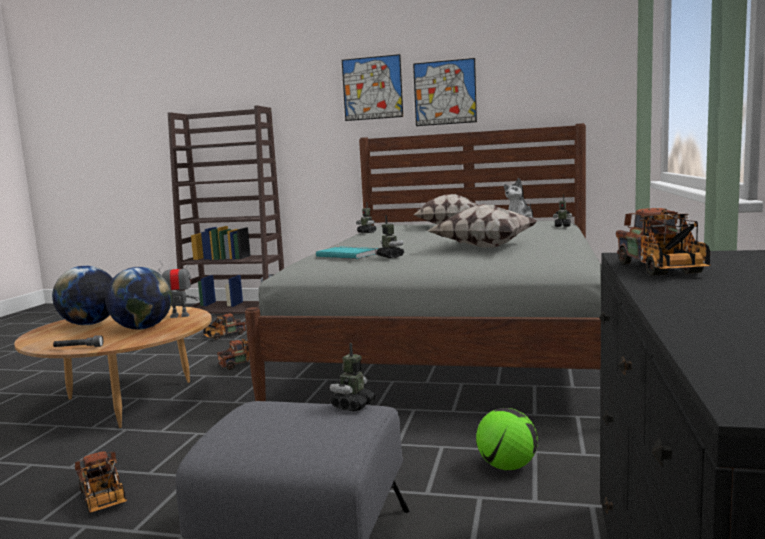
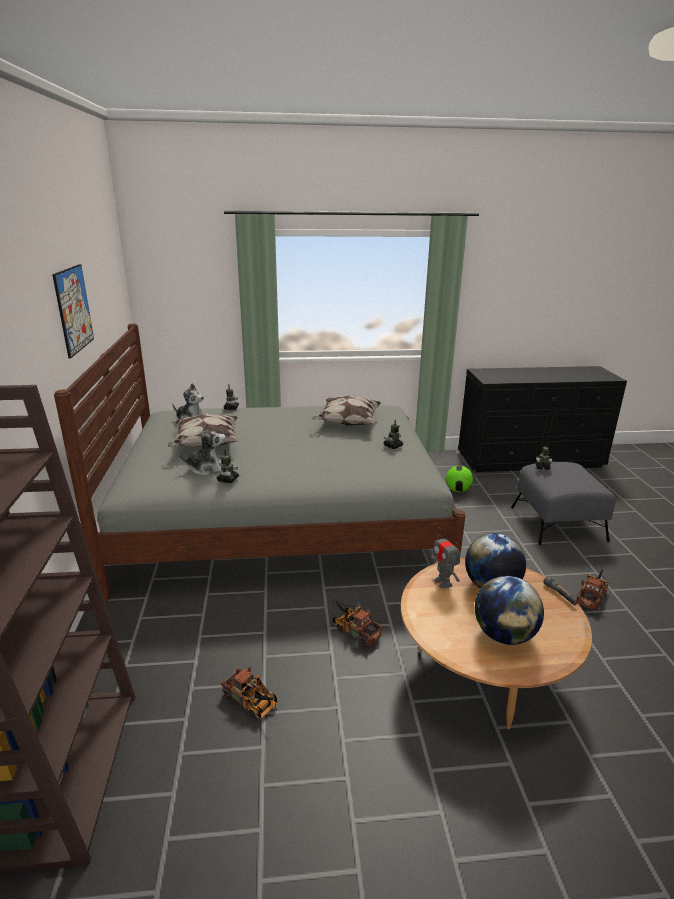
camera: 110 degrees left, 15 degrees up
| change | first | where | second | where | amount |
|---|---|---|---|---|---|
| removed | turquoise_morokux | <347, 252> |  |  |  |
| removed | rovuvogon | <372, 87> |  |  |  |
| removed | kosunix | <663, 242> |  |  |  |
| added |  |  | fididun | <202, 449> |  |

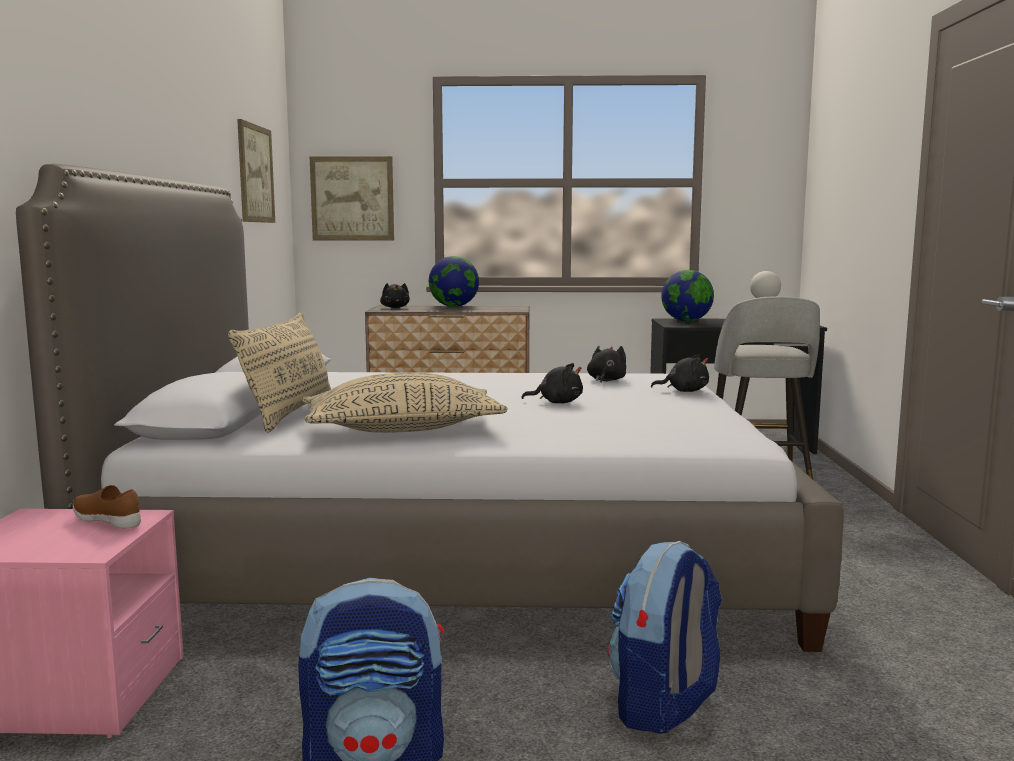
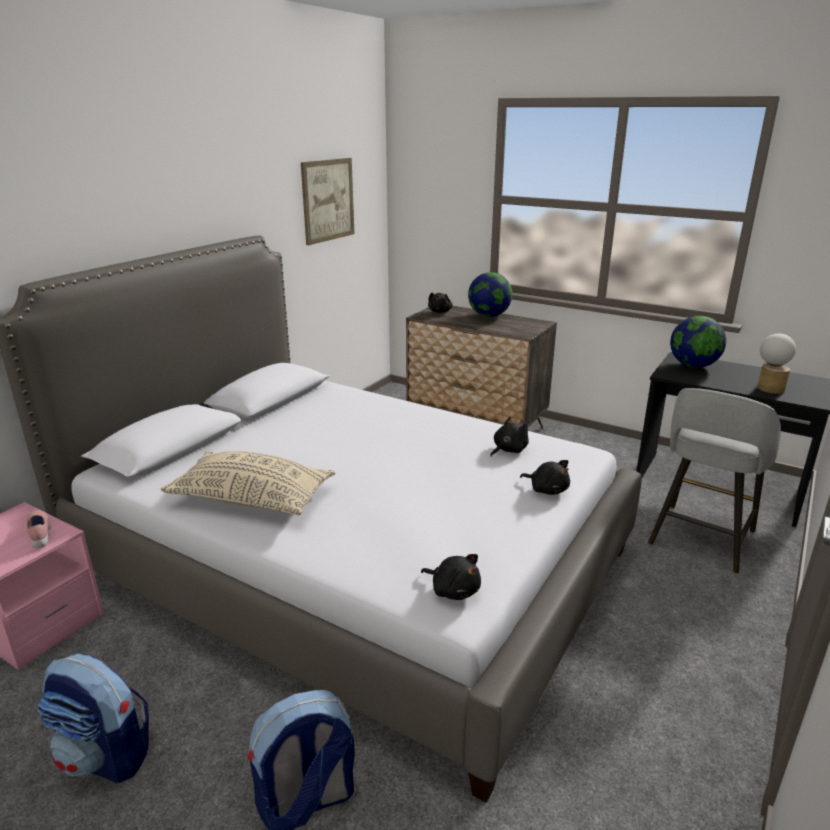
camera: 30 degrees right, 15 degrees up
| change | first | where | second | where | amount |
|---|---|---|---|---|---|
| removed | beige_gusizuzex | <279, 372> |  |  |  |
| removed | rovuvogon | <352, 198> |  |  |  |
| moved | black_fididun | <552, 383> |  | <451, 577> |  |
| recoloured | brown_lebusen | <107, 506> | pink_lebusen | <39, 529> |  |

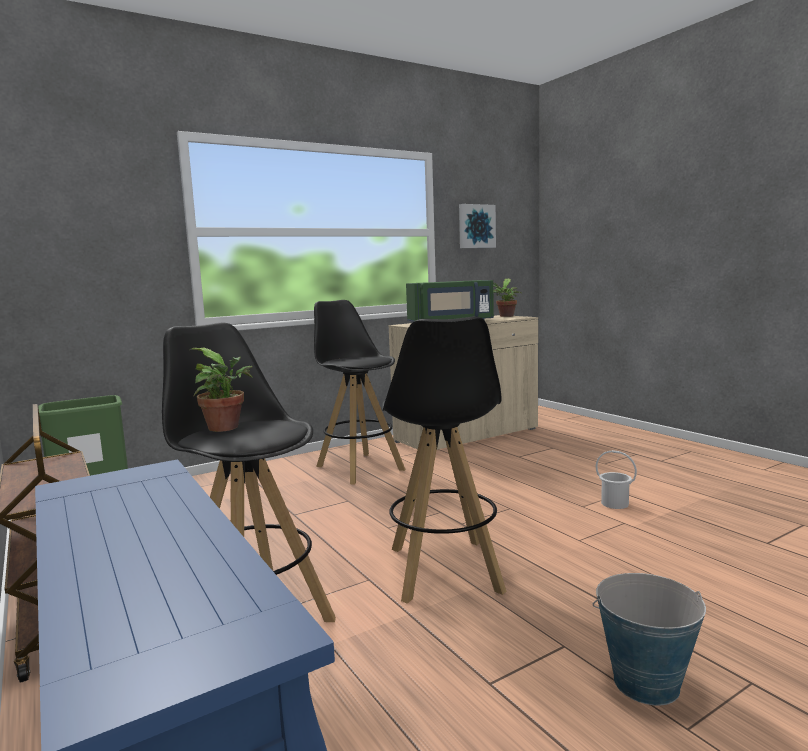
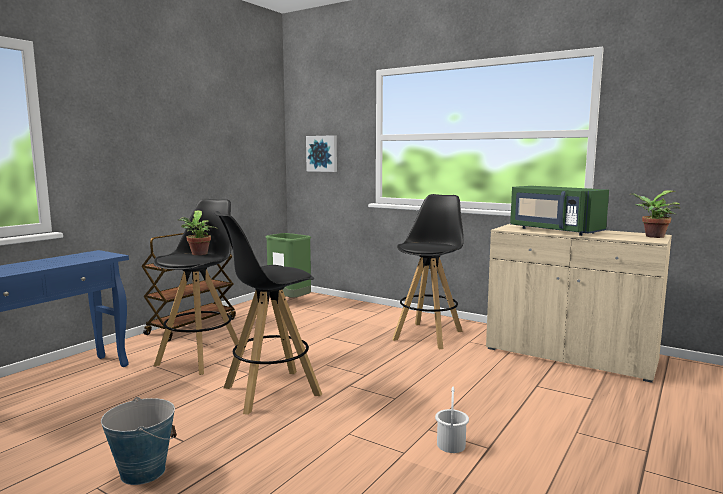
camera: 65 degrees right, 0 degrees up
| change | first | where | second | where | amount |
|---|---|---|---|---|---|
| moved | rovuvogon | <477, 226> |  | <321, 153> |  |

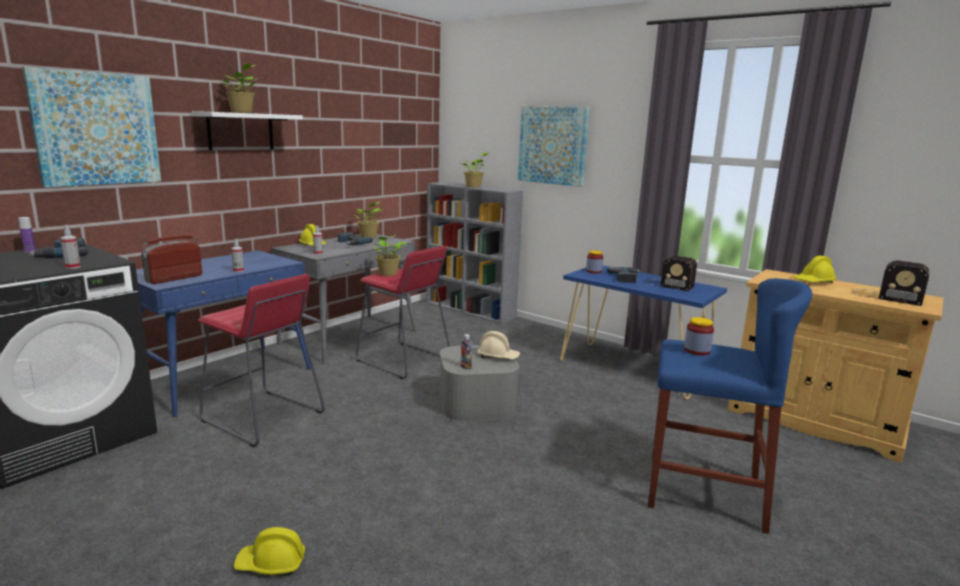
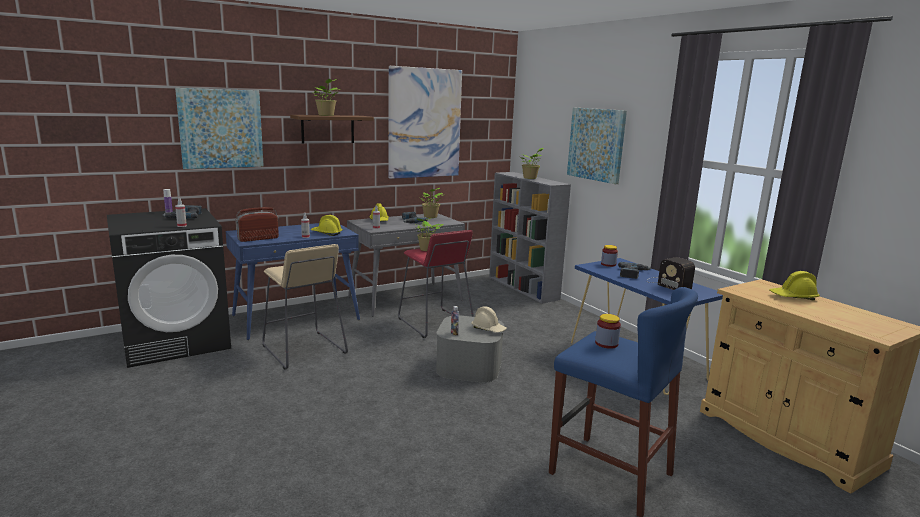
camera: 20 degrees right, 0 degrees up
| change | first | where | second | where | amount |
|---|---|---|---|---|---|
| removed | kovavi | <892, 283> |  |  |  |
| added |  |  | rovuvogon | <425, 122> |  |
| moved | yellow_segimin | <269, 551> |  | <326, 225> |  |
| recoloured | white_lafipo | <247, 130> | brown_lafipo | <332, 129> |  |
| recoloured | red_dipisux | <261, 360> | beige_dipisux | <305, 307> |  |

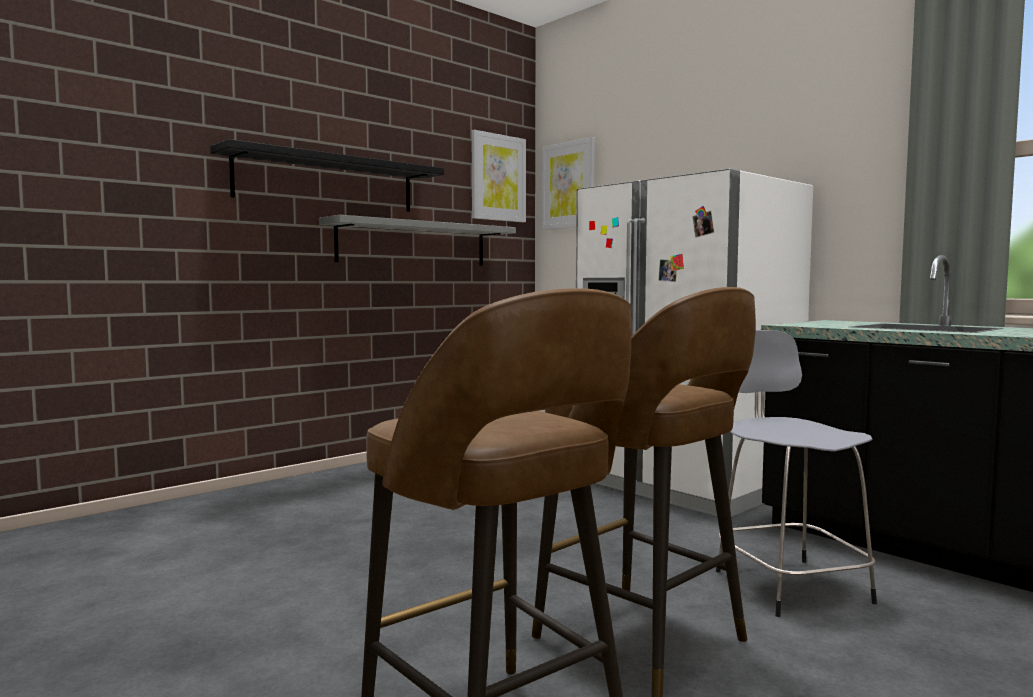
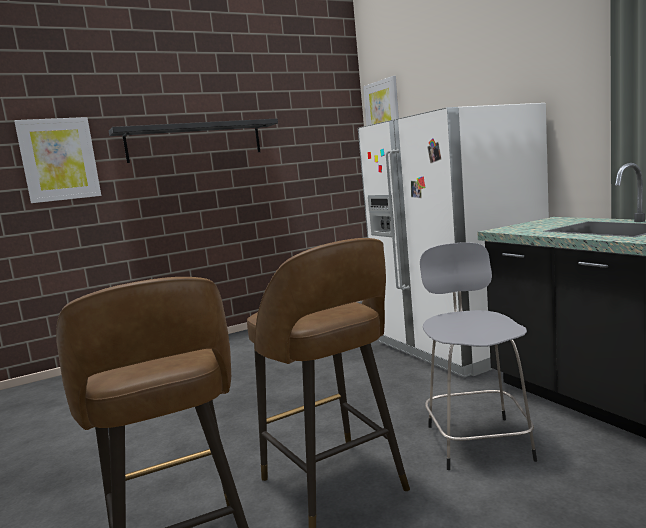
camera: 15 degrees right, 5 degrees up
| change | first | where | second | where | amount |
|---|---|---|---|---|---|
| removed | grey_lafipo | <417, 240> |  |  |  |
| moved | rovuvogon | <499, 176> |  | <57, 160> |  |

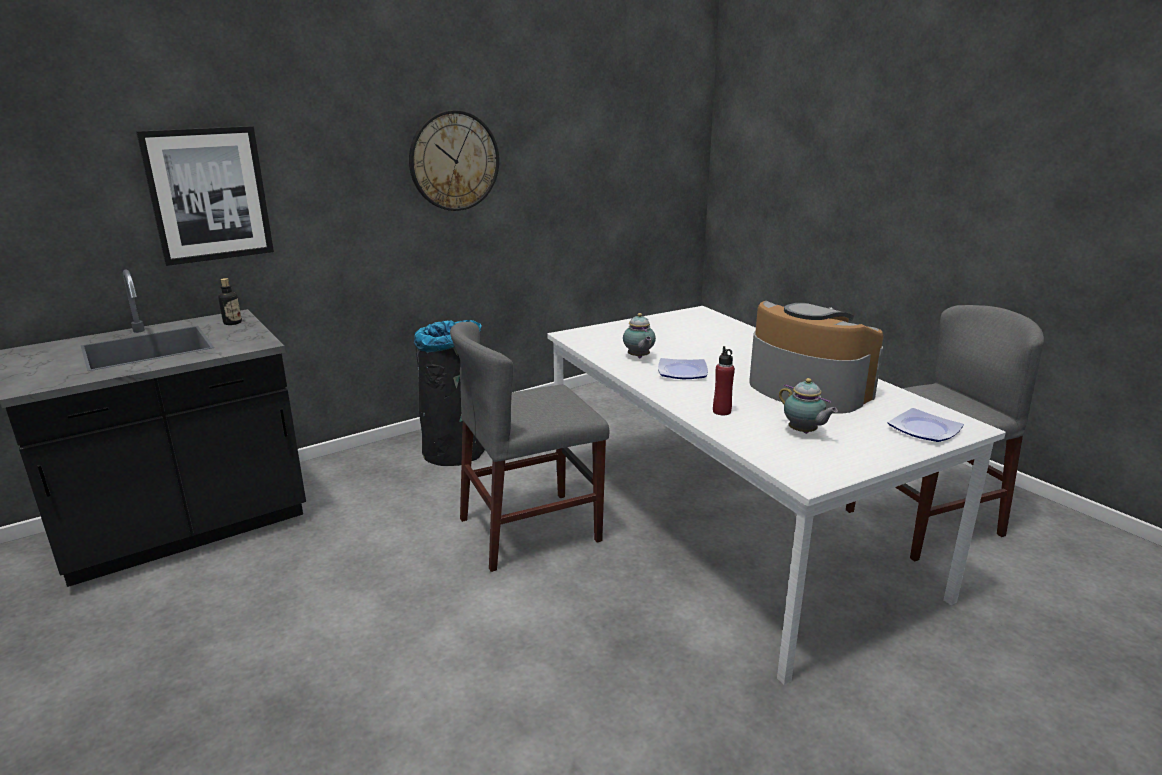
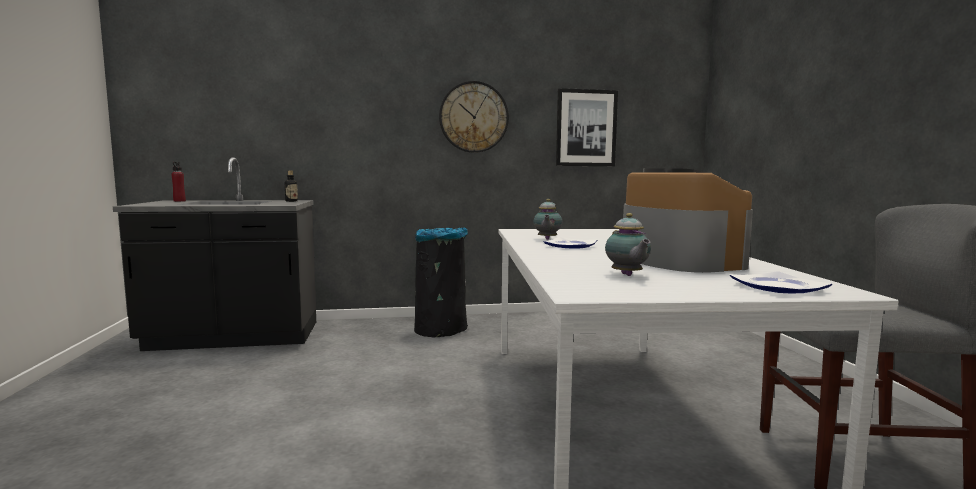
camera: 25 degrees right, 15 degrees down
| change | first | where | second | where | amount |
|---|---|---|---|---|---|
| removed | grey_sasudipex | <529, 447> |  |  |  |
| moved | rovuvogon | <205, 196> |  | <587, 127> |  |
| moved | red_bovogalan | <724, 380> |  | <178, 182> |  |

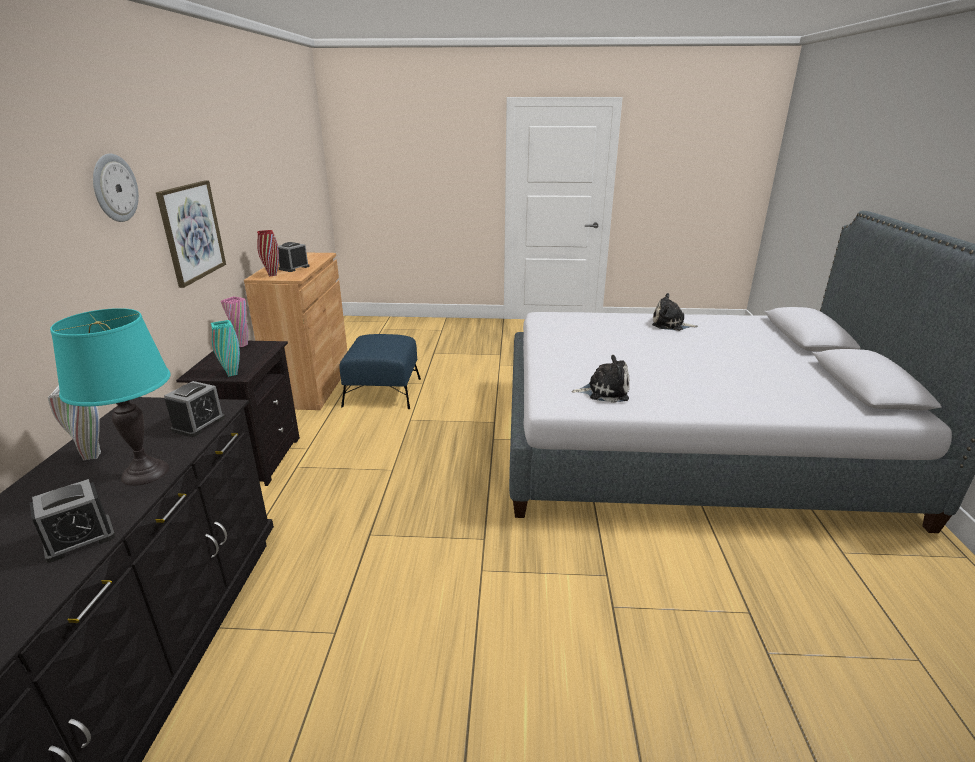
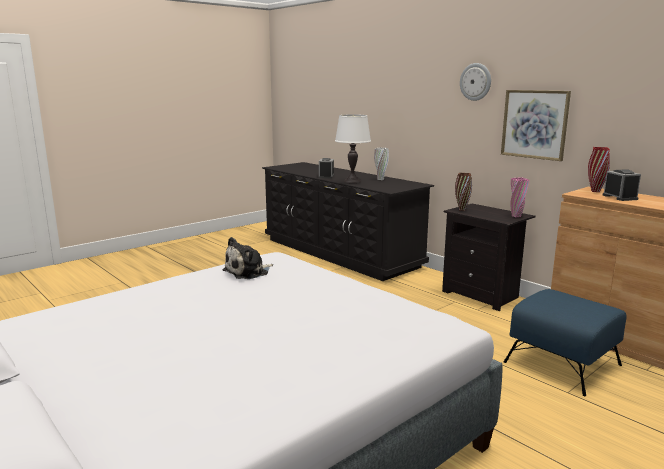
camera: 135 degrees right, 10 degrees down
| change | first | where | second | where | amount |
|---|---|---|---|---|---|
| removed | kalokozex | <194, 409> |  |  |  |
| removed | fididun | <675, 312> |  |  |  |
| recoloured | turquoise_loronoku | <110, 397> | white_loronoku | <353, 148> |  |
| recoloured | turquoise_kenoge | <225, 348> | brown_kenoge | <463, 192> |  |

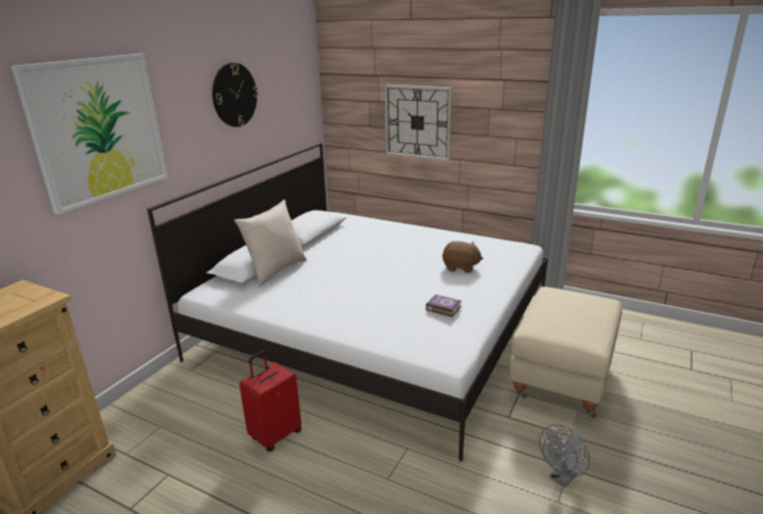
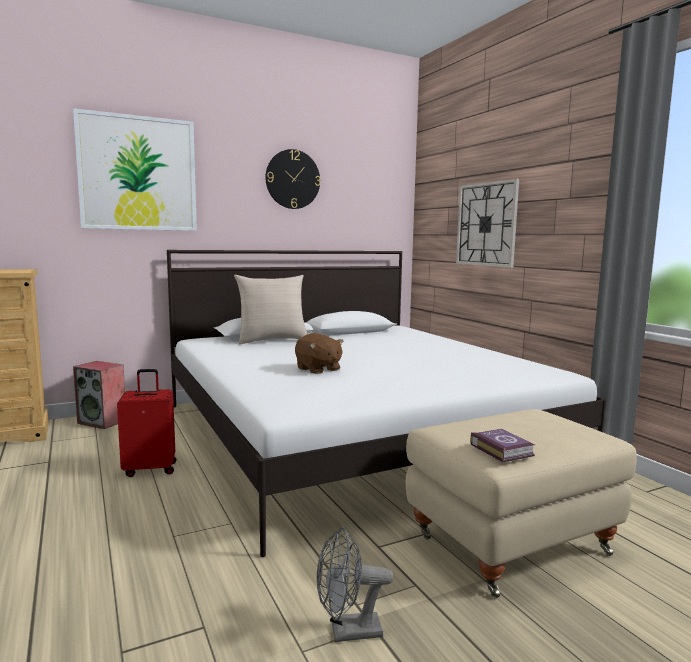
camera: 35 degrees right, 15 degrees down
| change | first | where | second | where | amount |
|---|---|---|---|---|---|
| added |  |  | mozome | <99, 395> |  |
| moved | morokux | <444, 306> |  | <502, 445> |  |
| moved | brown_fididun | <462, 257> |  | <319, 353> |  |

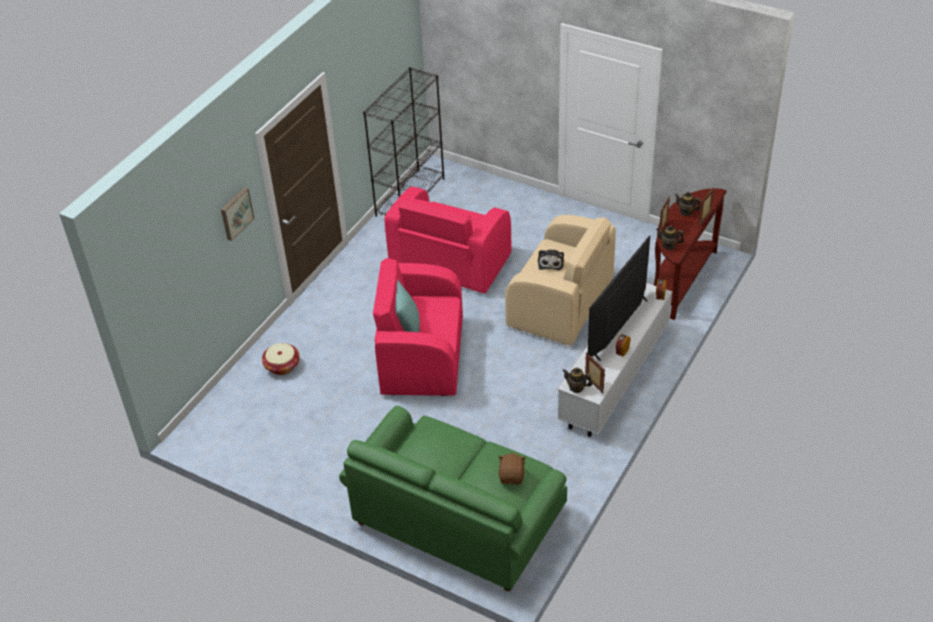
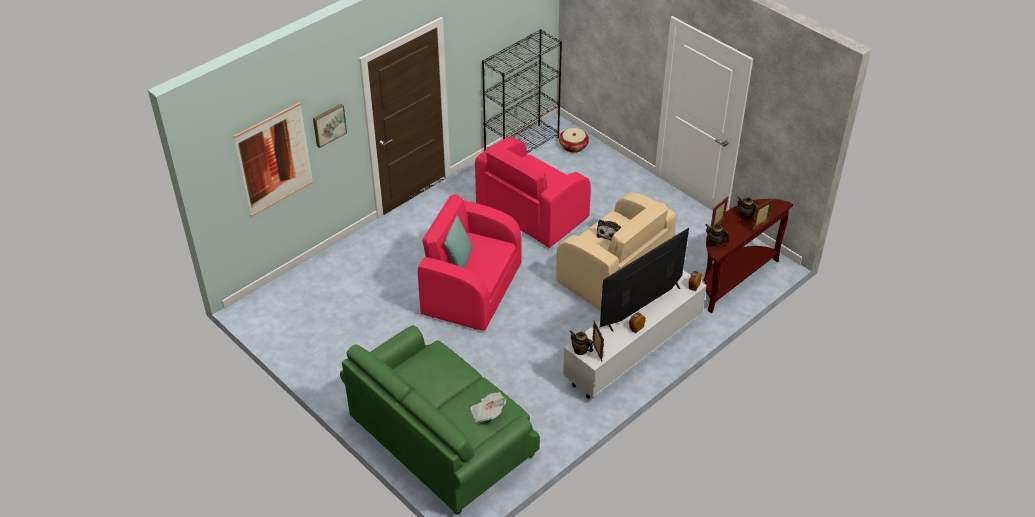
camera: 15 degrees right, 0 degrees up
| change | first | where | second | where | amount |
|---|---|---|---|---|---|
| added |  |  | rovuvogon | <273, 159> |  |
| moved | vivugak | <281, 359> |  | <574, 140> |  |
| replaced | brown_fididun | <512, 469> | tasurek | <488, 407> |  |

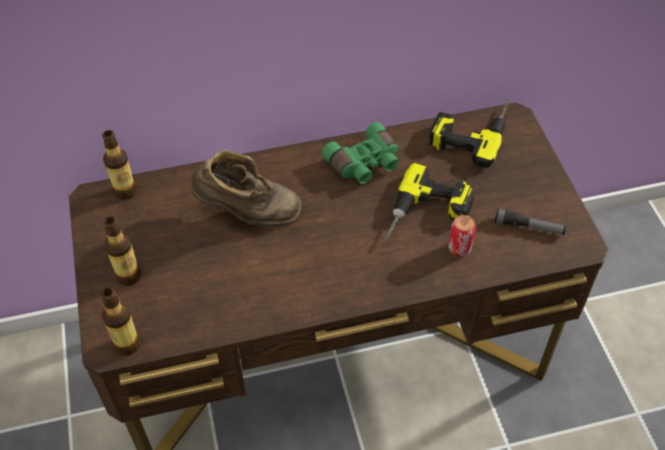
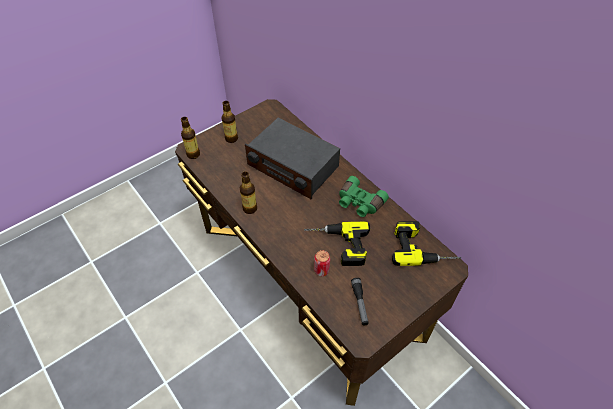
camera: 65 degrees right, 0 degrees up
| change | first | where | second | where | amount |
|---|---|---|---|---|---|
| moved | bovogalan | <119, 165> |  | <248, 193> |  |
| replaced | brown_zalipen | <246, 188> | kovavi | <292, 159> |  |

